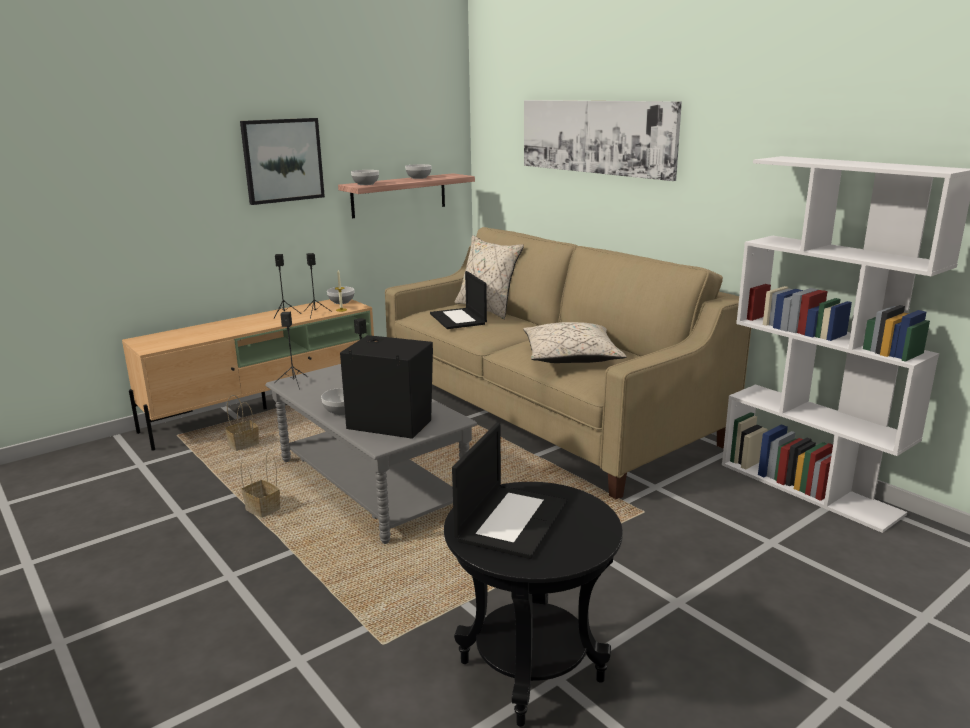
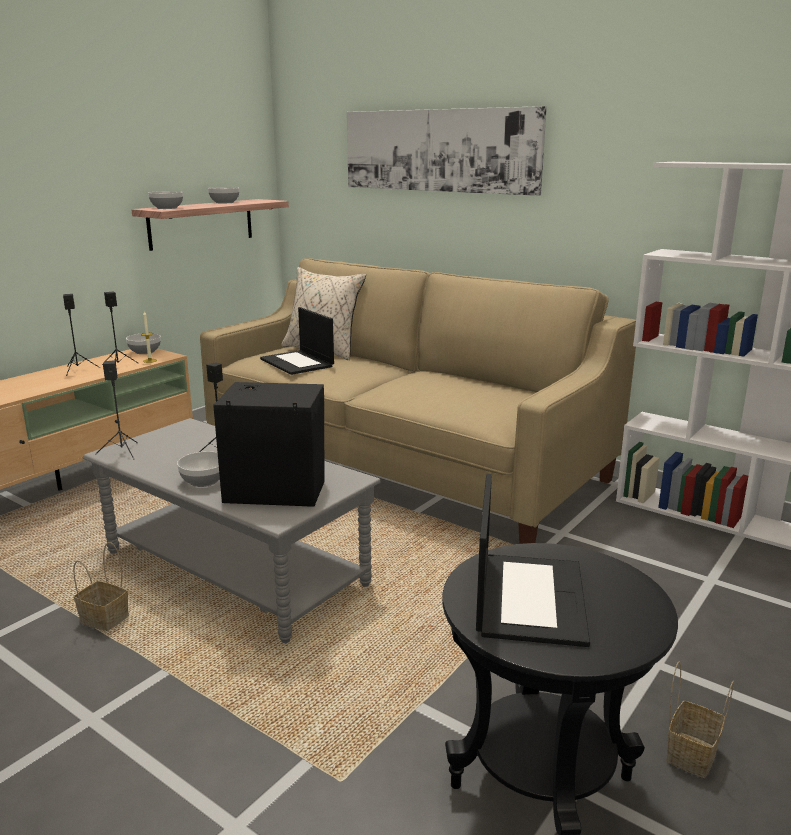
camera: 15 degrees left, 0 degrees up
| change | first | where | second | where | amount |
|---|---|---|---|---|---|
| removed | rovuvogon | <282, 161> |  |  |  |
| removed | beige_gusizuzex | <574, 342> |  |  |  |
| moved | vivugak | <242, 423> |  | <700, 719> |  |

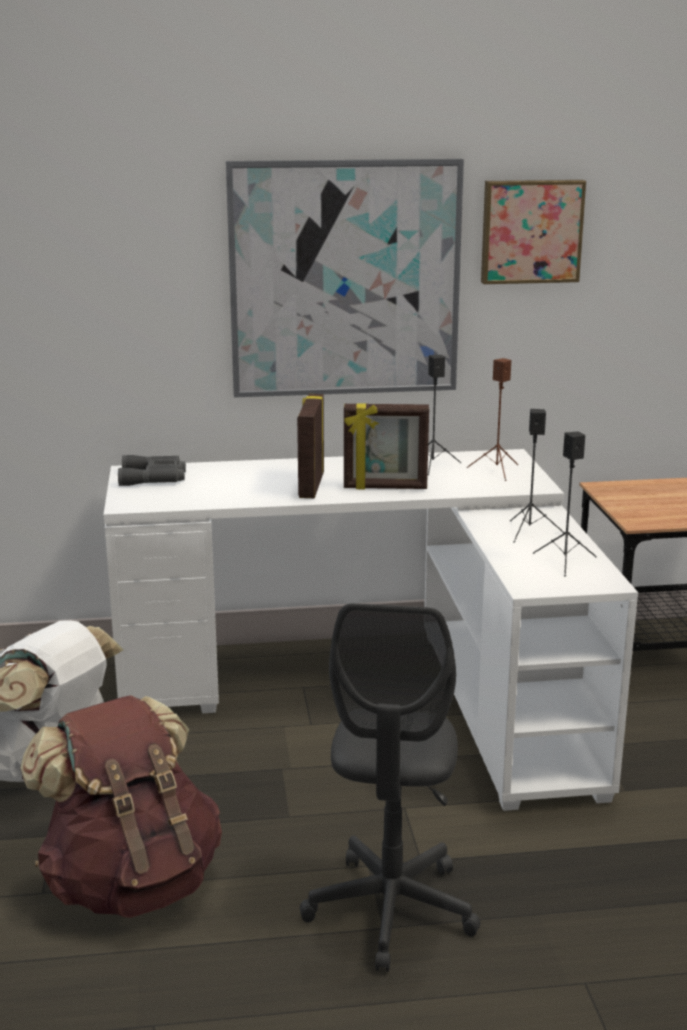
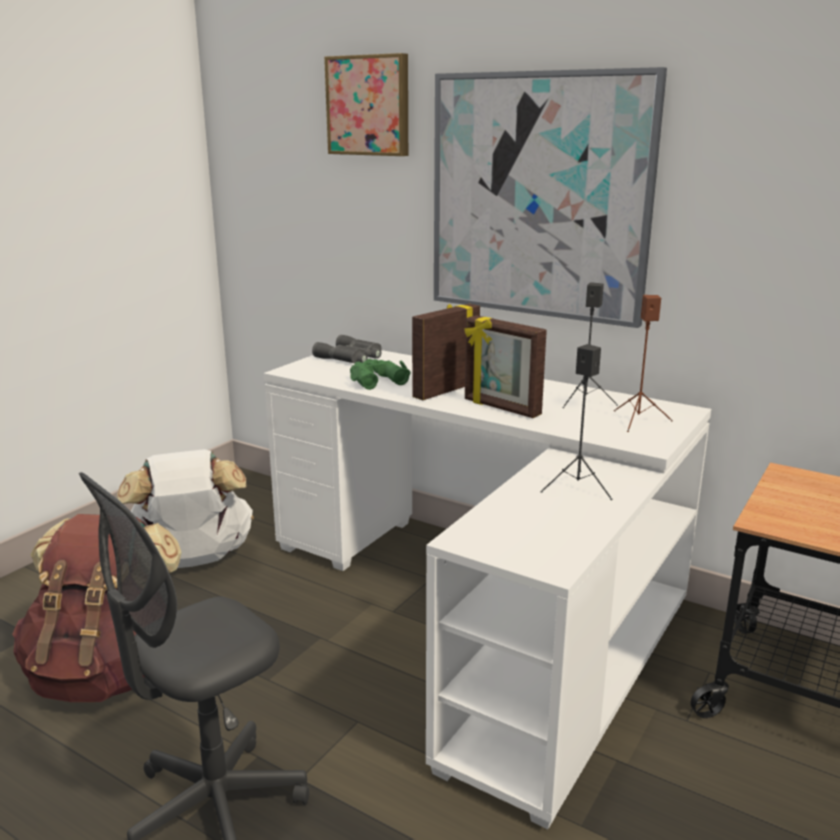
camera: 40 degrees right, 0 degrees up
| change | first | where | second | where | amount |
|---|---|---|---|---|---|
| removed | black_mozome | <565, 504> |  |  |  |
| added |  |  | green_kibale | <380, 374> |  |
| moved | rovuvogon | <533, 232> |  | <366, 104> |  |

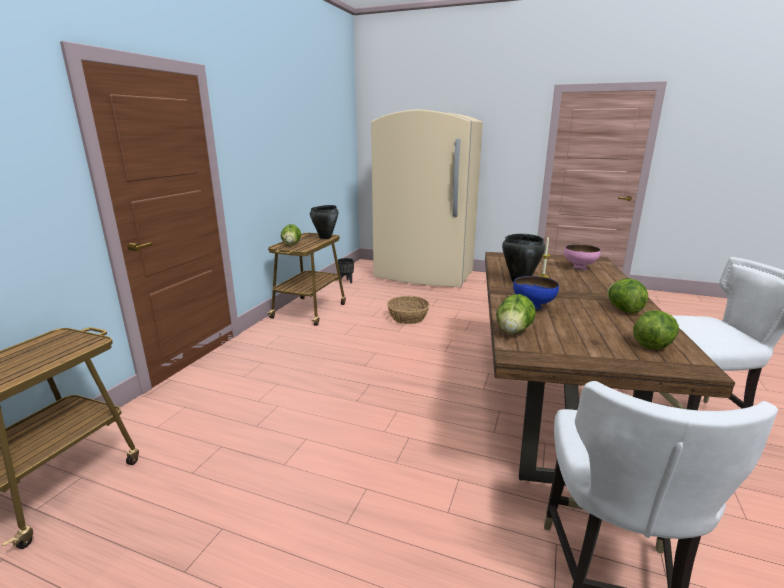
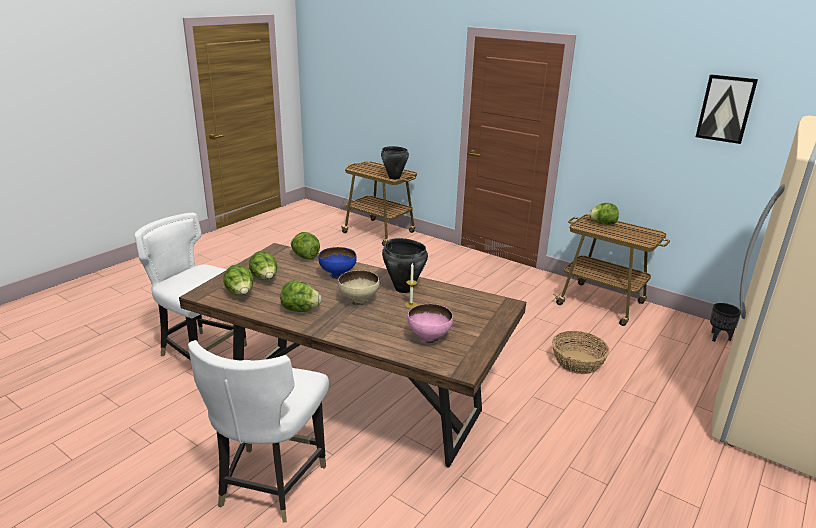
camera: 105 degrees right, 5 degrees up
| change | first | where | second | where | amount |
|---|---|---|---|---|---|
| added |  |  | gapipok | <263, 265> |  |
| added |  |  | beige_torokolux | <358, 288> |  |
| added |  |  | rovuvogon | <727, 109> |  |
| moved | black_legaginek | <324, 222> |  | <395, 162> |  |

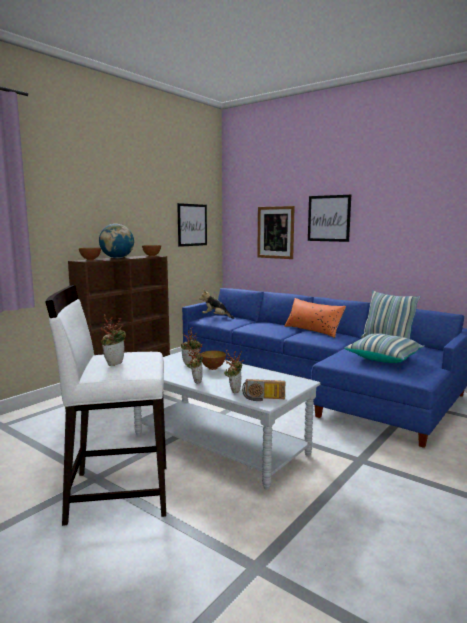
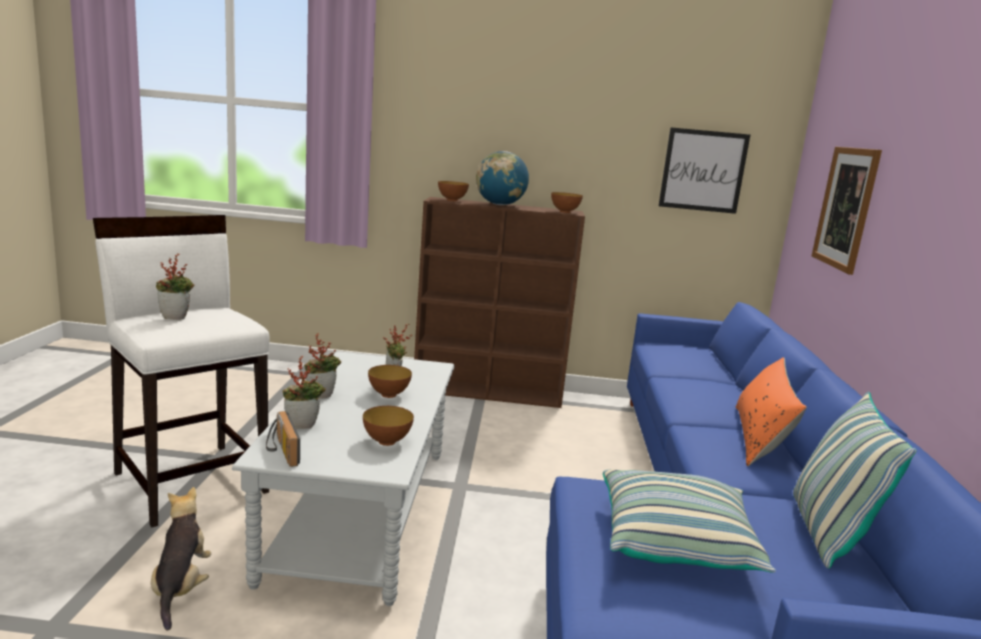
camera: 55 degrees right, 5 degrees up
| change | first | where | second | where | amount |
|---|---|---|---|---|---|
| removed | rovuvogon | <329, 218> |  |  |  |
| added |  |  | torokolux | <388, 426> |  |
| moved | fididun | <217, 304> |  | <181, 558> |  |

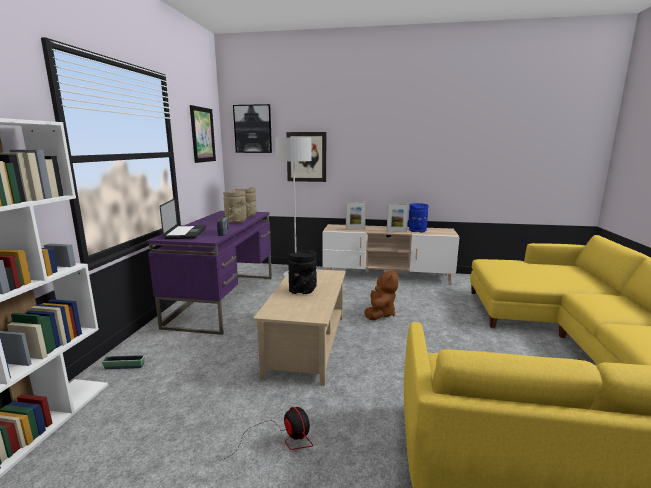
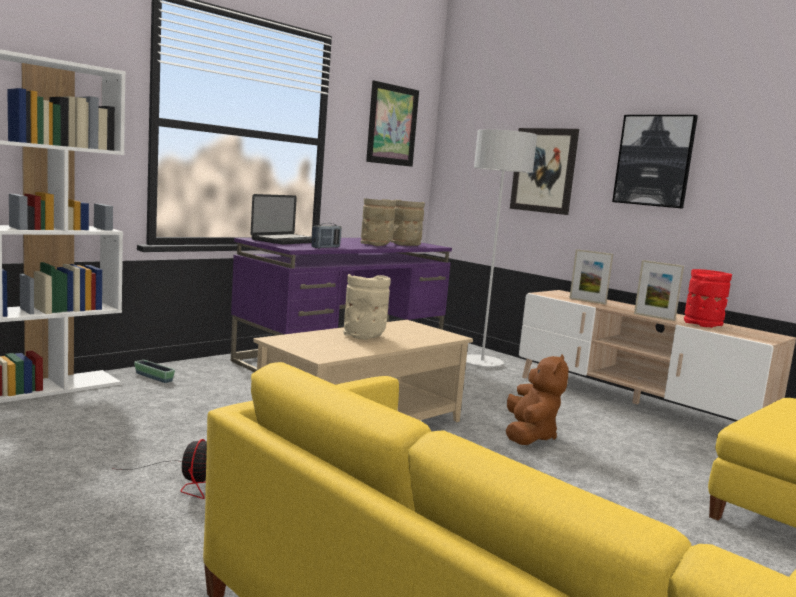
camera: 35 degrees right, 5 degrees down
| change | first | where | second | where | amount |
|---|---|---|---|---|---|
| moved | rovuvogon | <252, 128> |  | <655, 162> |  |
| recoloured | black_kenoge | <302, 271> | beige_kenoge | <367, 307> |  |
| recoloured | blue_kenoge | <418, 218> | red_kenoge | <708, 298> |  |
| turned | brown_fididun | <381, 295> |  | <537, 399> | 45 degrees counterclockwise |

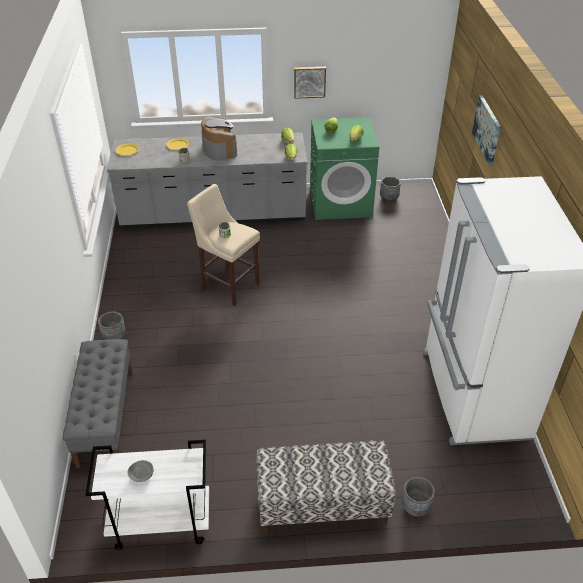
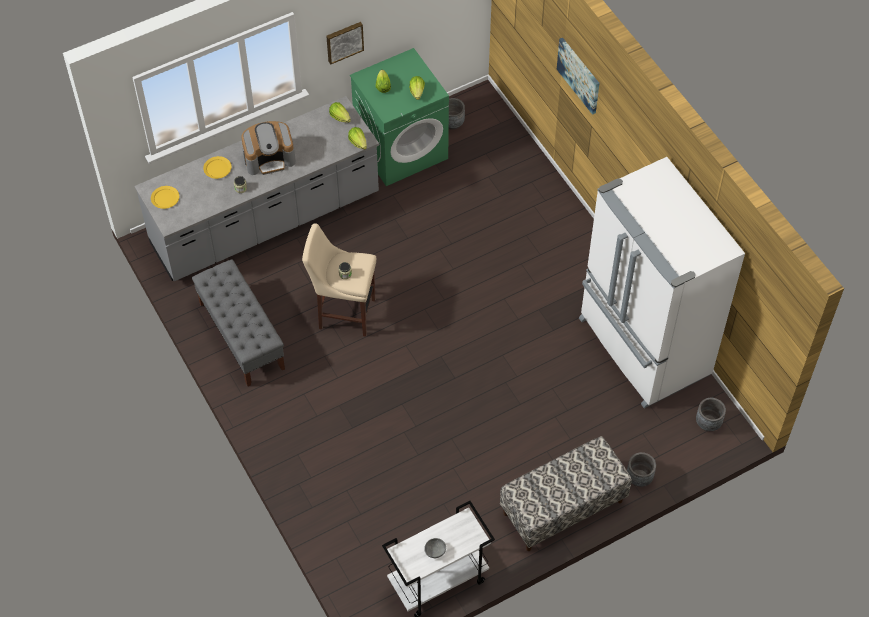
camera: 25 degrees left, 15 degrees up
| change | first | where | second | where | amount |
|---|---|---|---|---|---|
| moved | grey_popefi | <97, 404> |  | <238, 323> |  |
| moved | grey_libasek | <112, 325> |  | <711, 414> |  |
| turned | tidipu | <219, 138> |  | <268, 148> | 120 degrees clockwise |

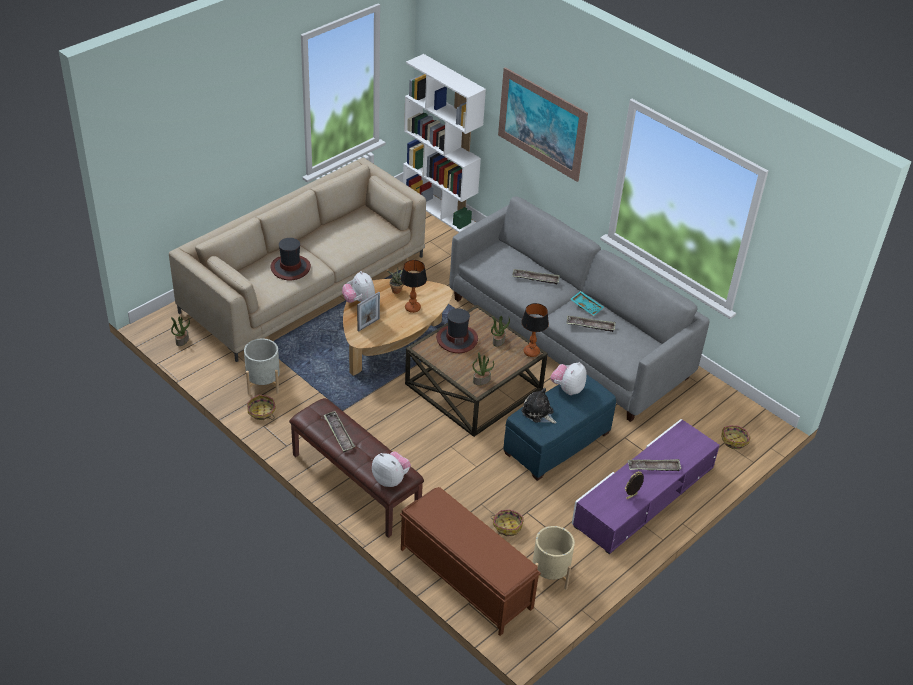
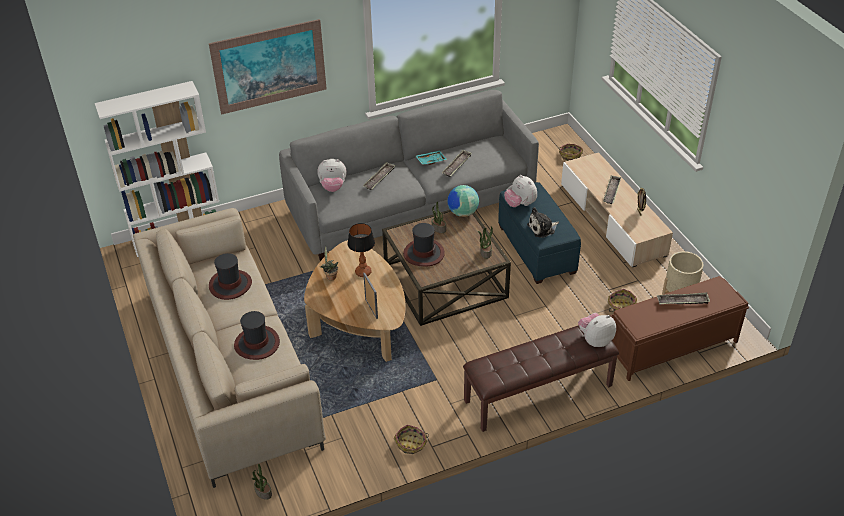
camera: 65 degrees left, 0 degrees up
| change | first | where | second | where | amount |
|---|---|---|---|---|---|
| removed | grey_libasek | <262, 366> |  |  |  |
| added |  |  | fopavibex | <230, 276> |  |
| moved | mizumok | <339, 431> |  | <683, 298> |  |
| moved | fididun | <358, 287> |  | <332, 175> |  |
| replaced | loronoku | <535, 330> | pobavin | <463, 201> |  |
| recoloured | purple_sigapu | <646, 486> | beige_sigapu | <617, 209> |  |

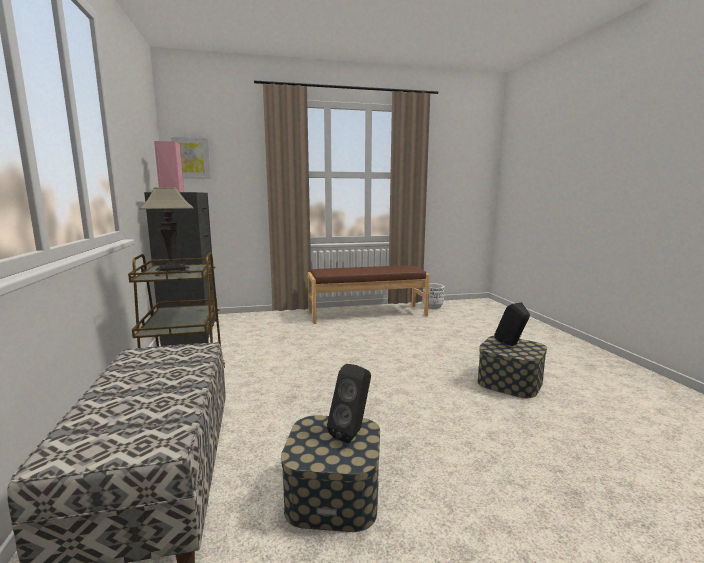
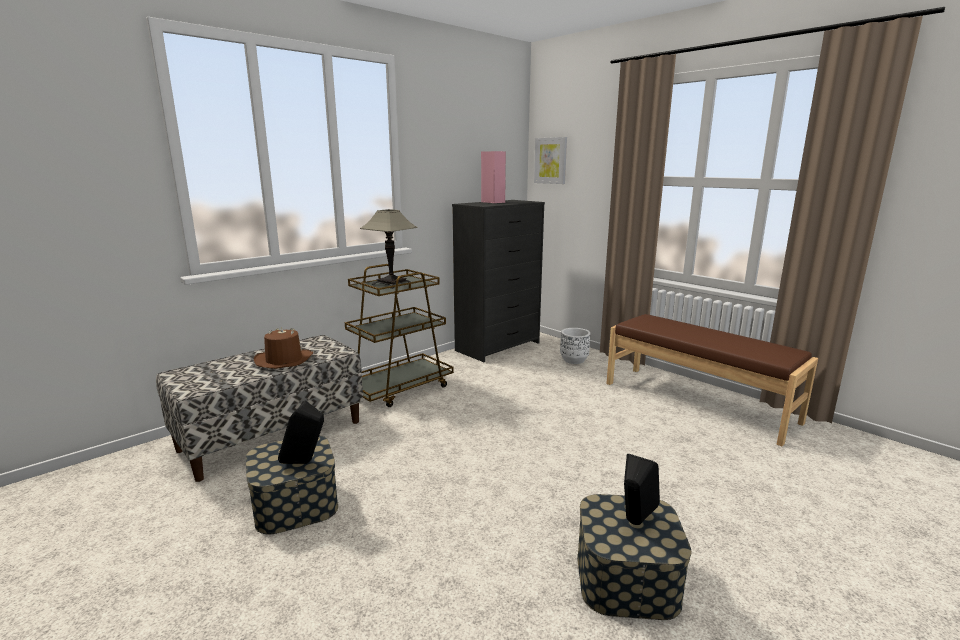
camera: 60 degrees right, 5 degrees up
| change | first | where | second | where | amount |
|---|---|---|---|---|---|
| added |  |  | brown_fopavibex | <283, 348> |  |
| moved | white_libasek | <433, 296> |  | <575, 346> |  |

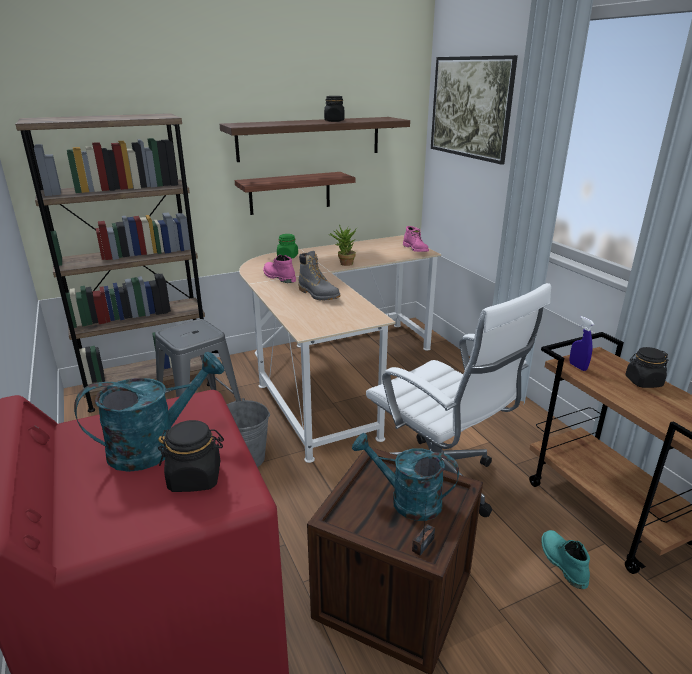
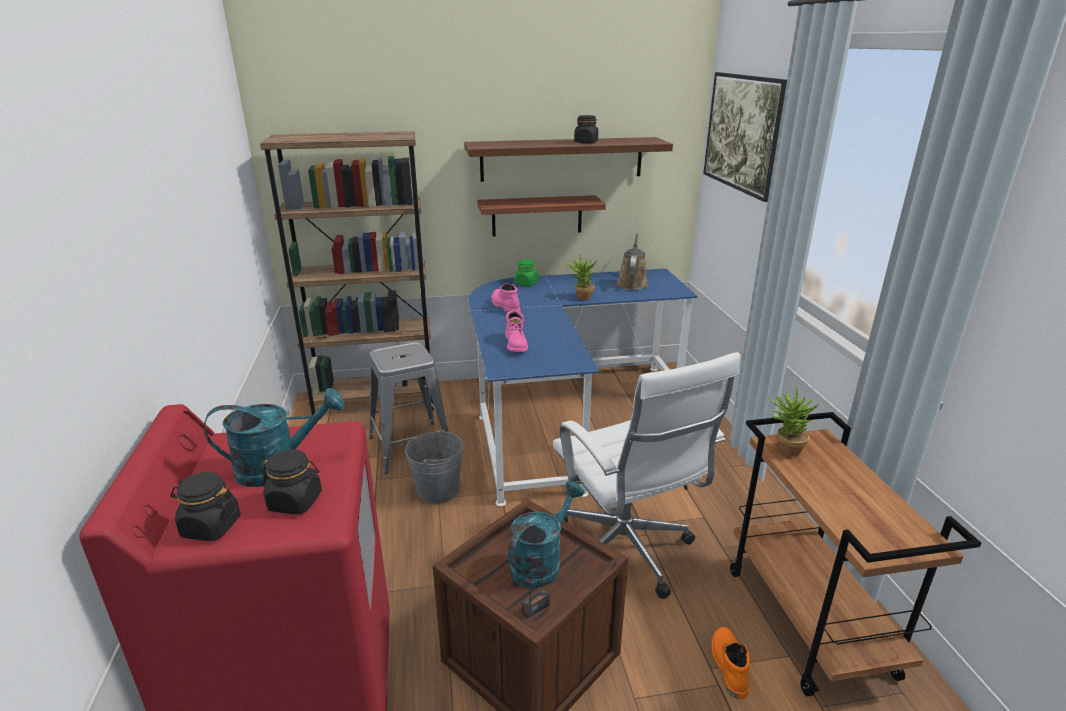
camera: 15 degrees right, 0 degrees up
| change | first | where | second | where | amount |
|---|---|---|---|---|---|
| removed | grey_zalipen | <319, 276> |  |  |  |
| added |  |  | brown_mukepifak | <632, 261> |  |
| moved | pink_zalipen | <416, 239> |  | <516, 331> |  |
| moved | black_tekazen | <647, 367> |  | <206, 506> |  |
| replaced | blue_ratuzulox | <581, 343> | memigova | <793, 422> |  |
| recoloured | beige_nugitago | <340, 349> | blue_nugitago | <583, 387> |  |
| recoloured | turquoise_zalipen | <565, 559> | orange_zalipen | <731, 663> |  |
| turned | turquoise_mukepifak | <405, 477> |  | <546, 534> | 90 degrees clockwise |

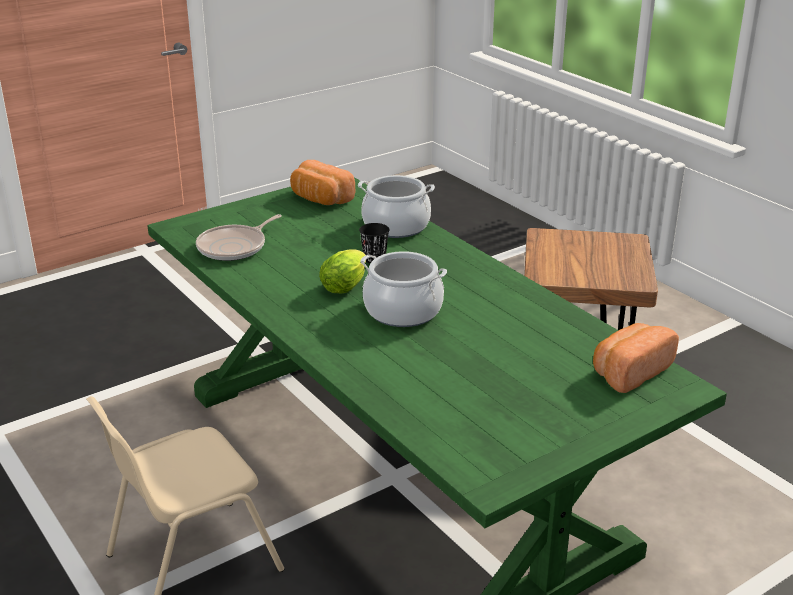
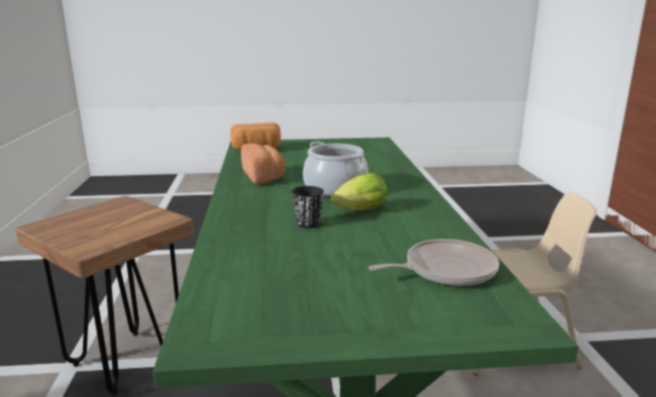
camera: 150 degrees left, 10 degrees down
| change | first | where | second | where | amount |
|---|---|---|---|---|---|
| removed | legaginek | <396, 206> |  |  |  |
| moved | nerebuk | <322, 182> |  | <263, 163> |  |

